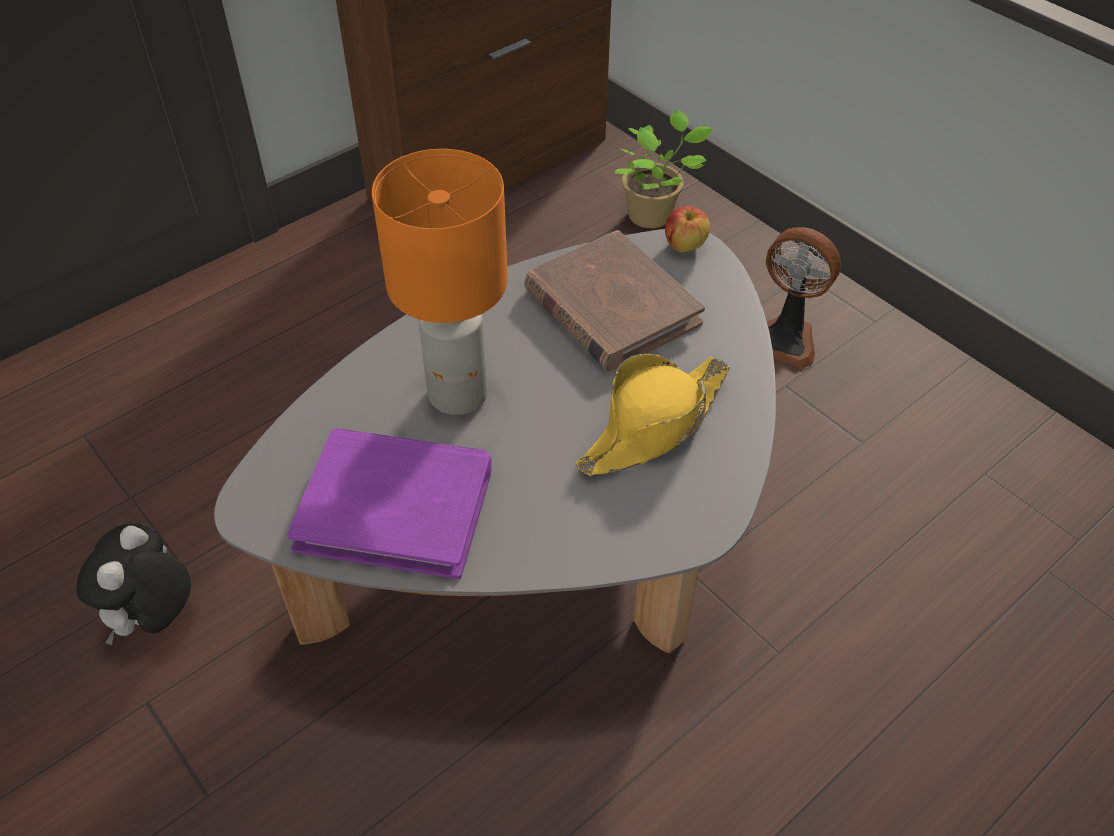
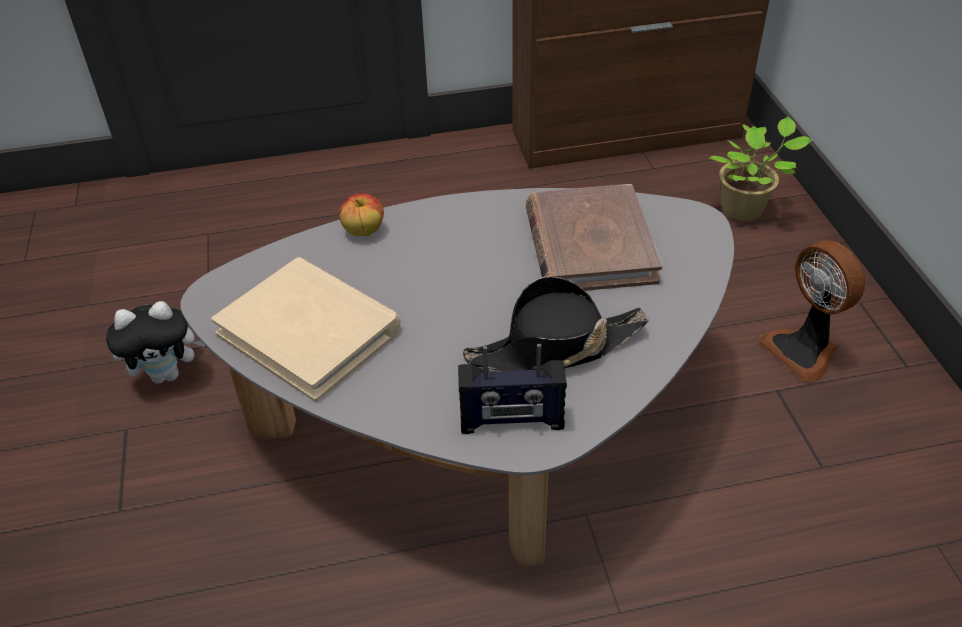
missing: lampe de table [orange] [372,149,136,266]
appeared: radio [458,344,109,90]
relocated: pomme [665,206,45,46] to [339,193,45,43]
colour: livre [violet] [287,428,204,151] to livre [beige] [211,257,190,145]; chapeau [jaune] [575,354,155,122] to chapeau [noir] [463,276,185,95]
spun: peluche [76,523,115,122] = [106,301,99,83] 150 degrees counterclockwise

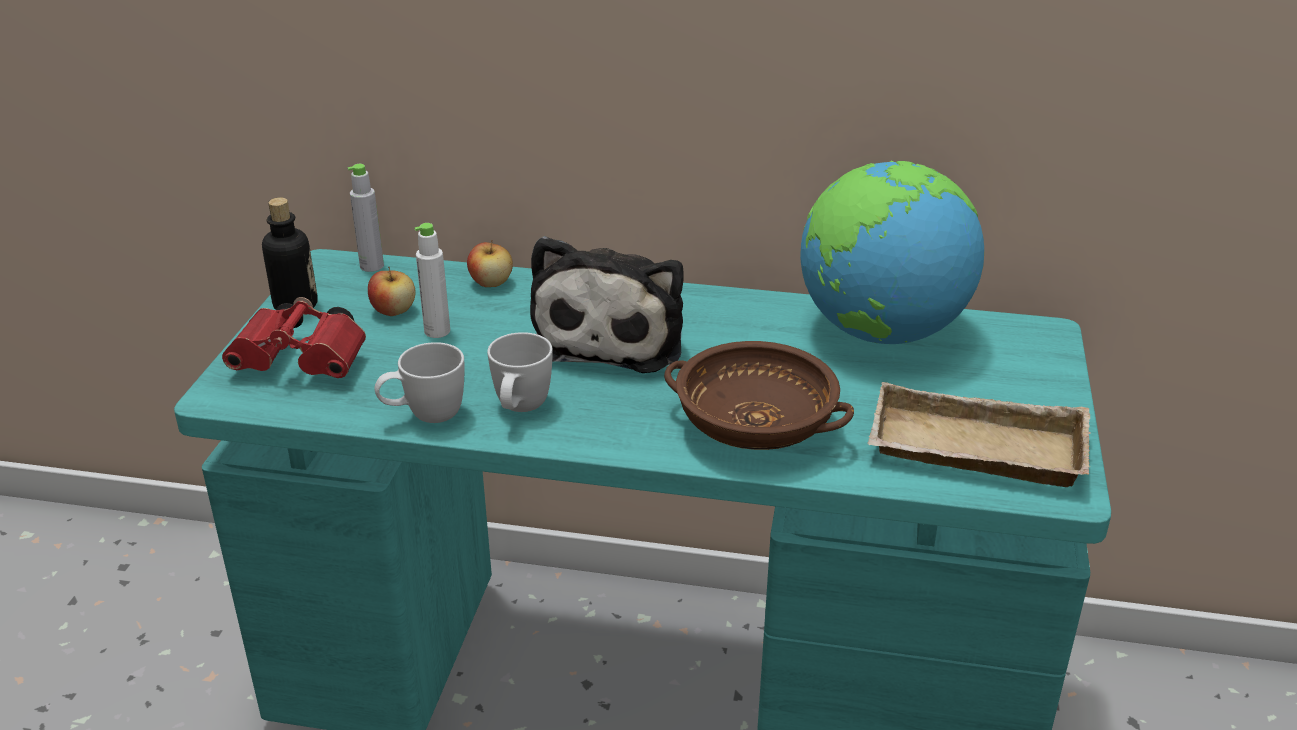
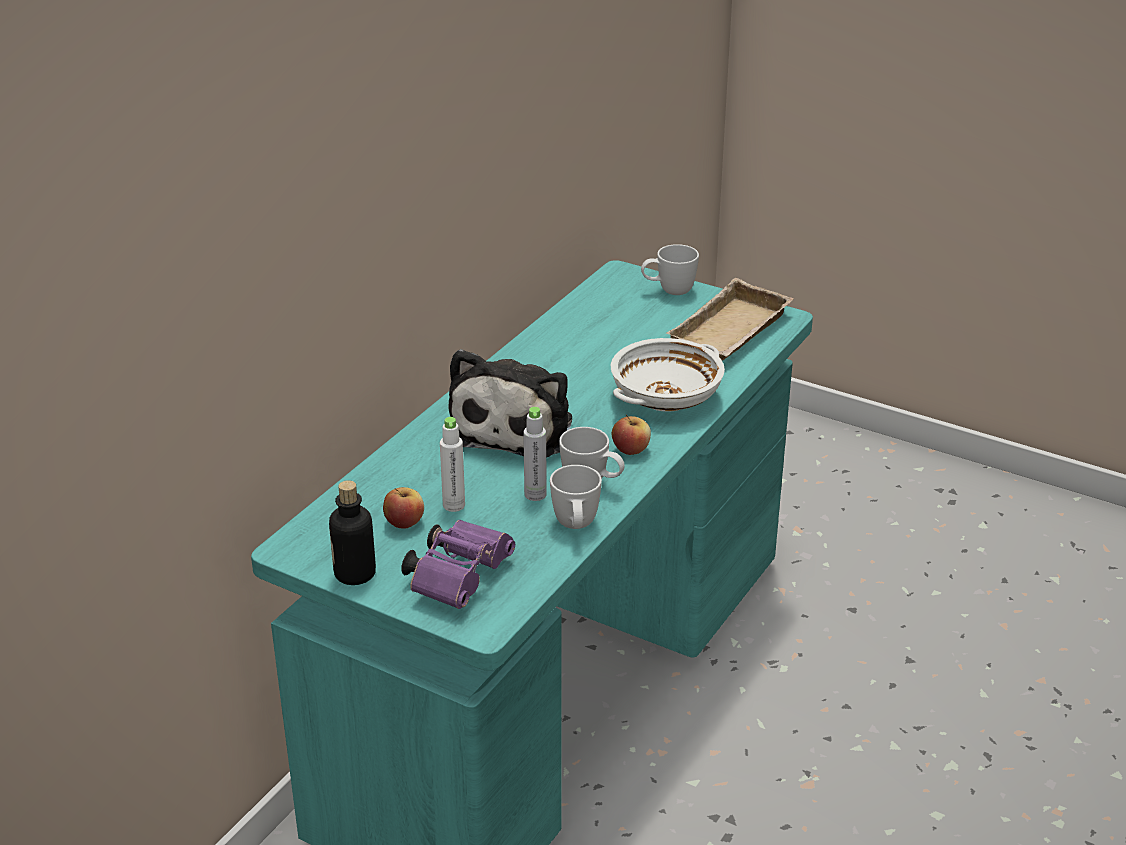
missing: globe [800,160,184,184]
appeared: mug [blanc] [641,244,58,51]
relocated: bouteille [gris] [348,164,36,108] to [523,407,24,94]; pomme [467,240,46,47] to [612,415,39,40]
colour: jumelles [rouge] [222,297,144,81] to jumelles [violet] [401,520,114,89]; bol [marron] [664,341,190,109] to bol [blanc] [611,338,114,74]
spun: peluche [530,236,154,137] = [449,349,123,109] 75 degrees clockwise

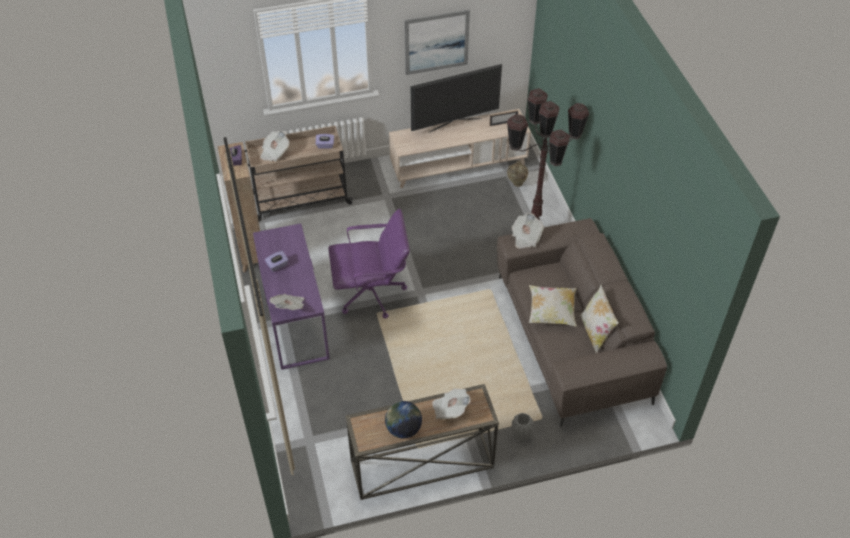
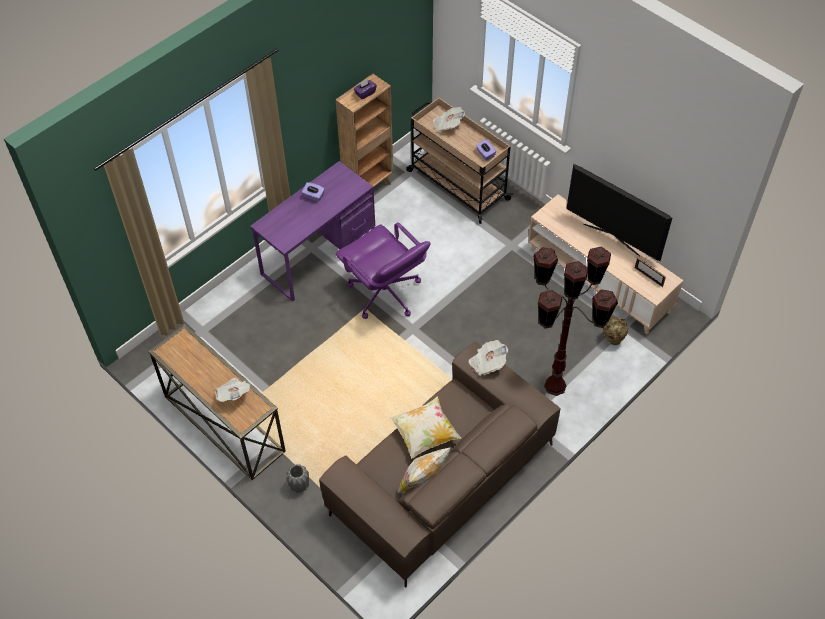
missing: journal [270,294,35,16]; globe [385,401,37,38]; tableau [404,10,66,65]

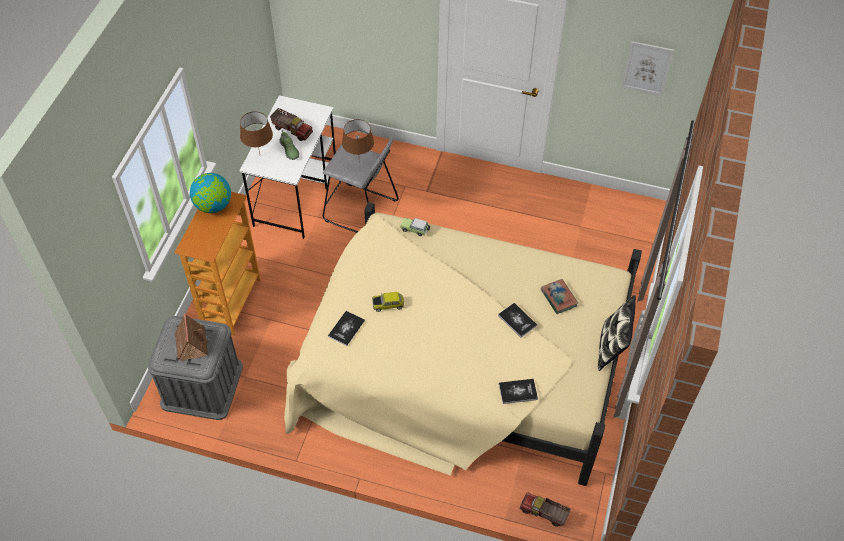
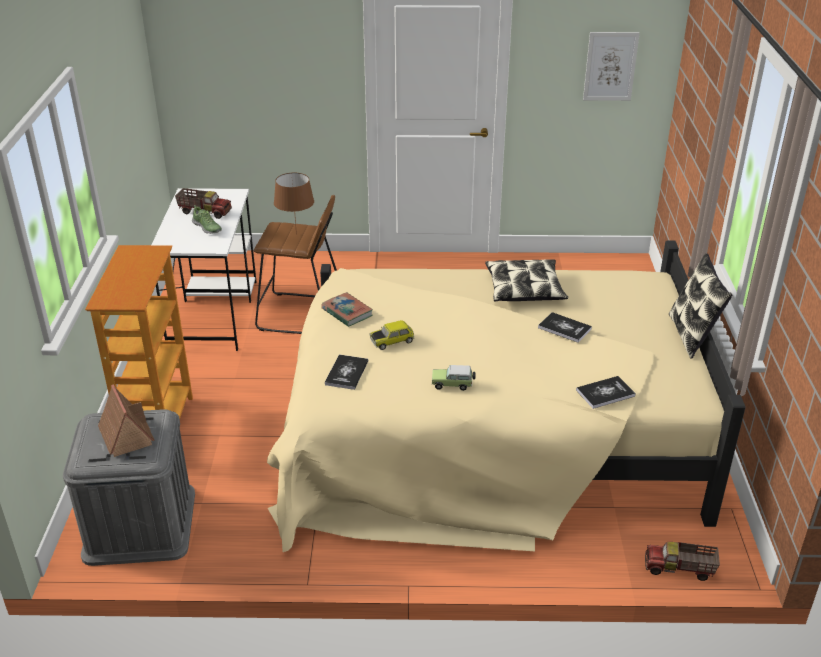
missing: globe [190,173,41,40]; lampe de table [marron] [240,111,33,43]
appeared: coussin [485,260,83,42]
relocated: petite voiture [400,218,30,18] to [432,365,44,26]; livre [541,279,37,35] to [321,292,52,35]
colour: tabouret [gris] [323,139,76,94] to tabouret [marron] [254,195,83,139]

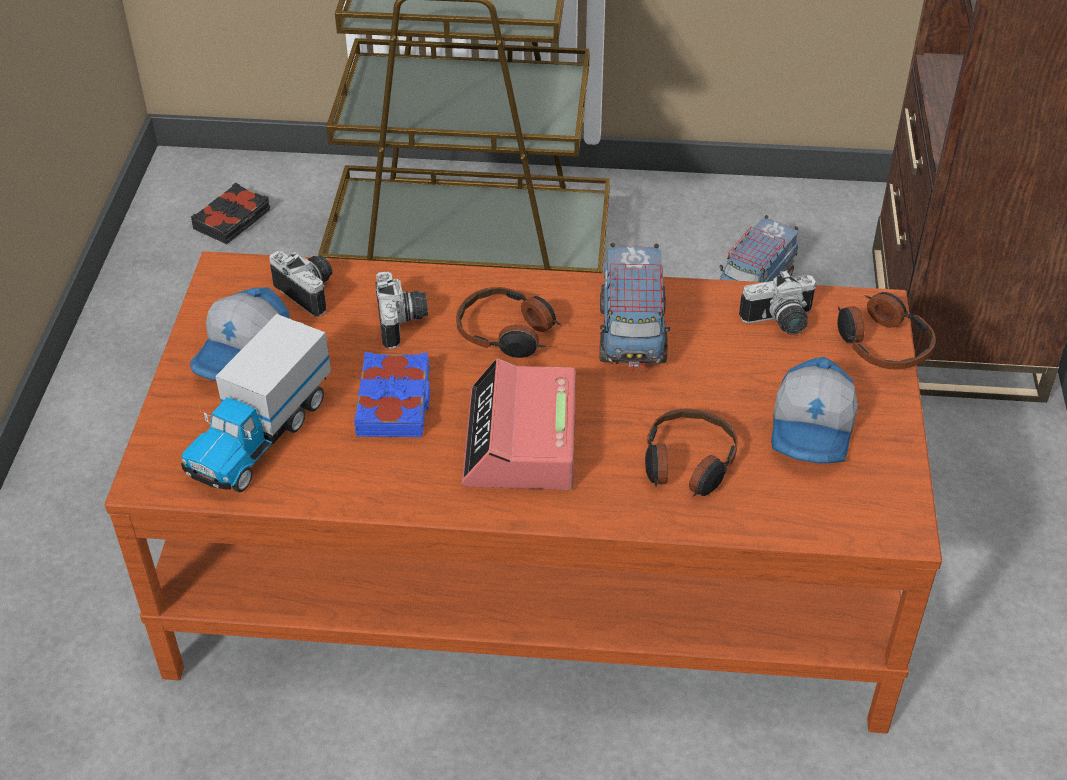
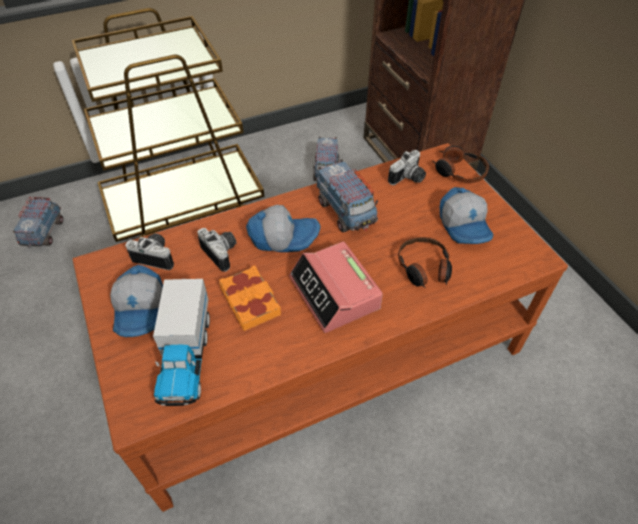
exchanged: livre [noir] [191,183,79,61] to camion jouet [13,197,50,51]; casque audio [456,287,106,71] to casquette [246,205,75,47]
colour: livre [bleu] [354,352,76,85] to livre [orange] [219,265,62,66]

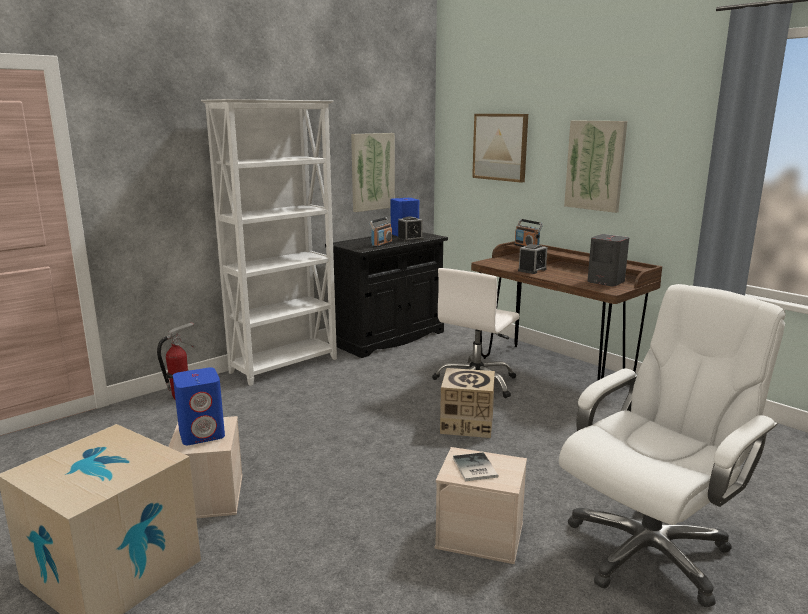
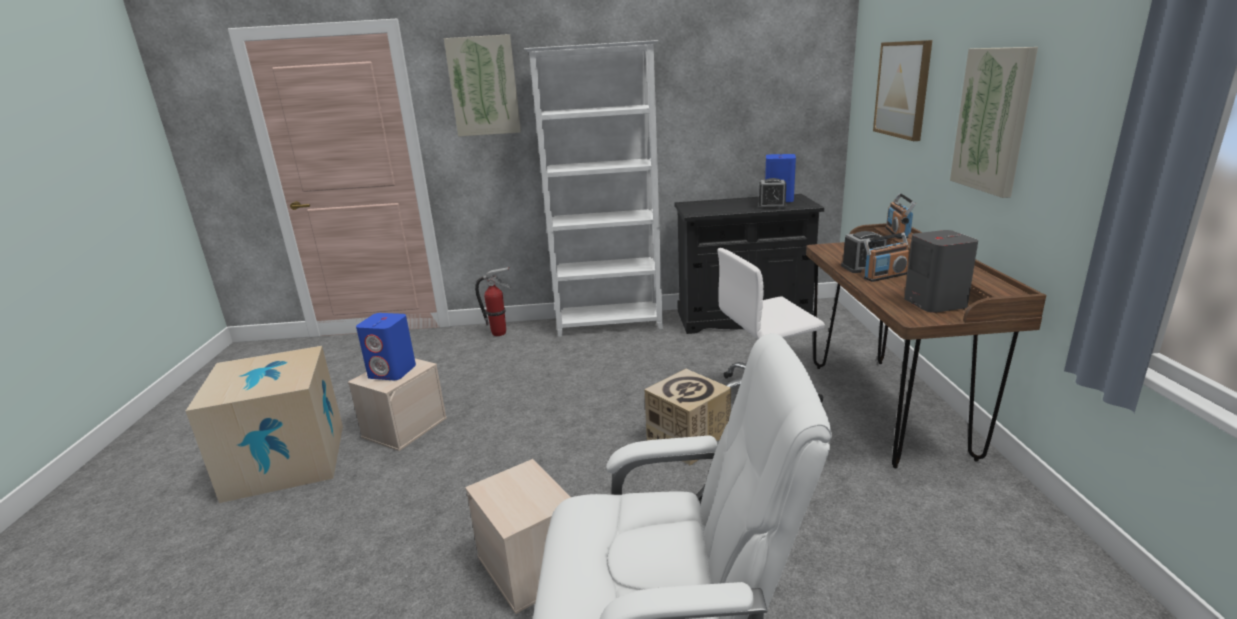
missing: livre [453,452,46,29]
relocated: tableau [351,133,44,79] to [444,34,77,103]; radio [369,217,23,30] to [864,232,46,50]

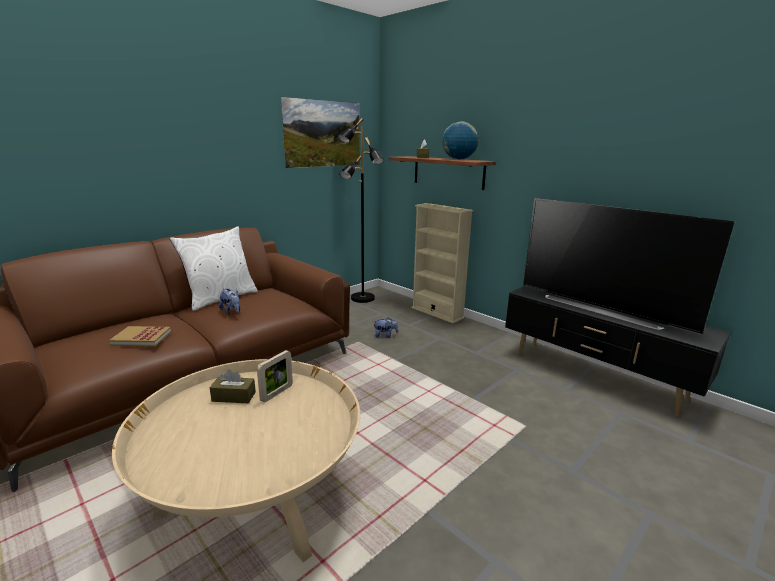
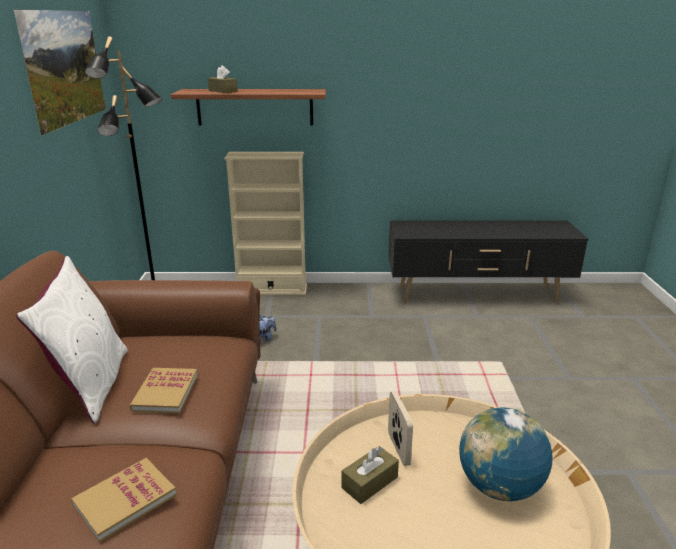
missing: téléviseur [523,198,212,137]
relocated: globe [442,121,37,39] to [459,407,94,94]
exchanged: peluche [219,289,21,26] to livre [129,368,69,45]

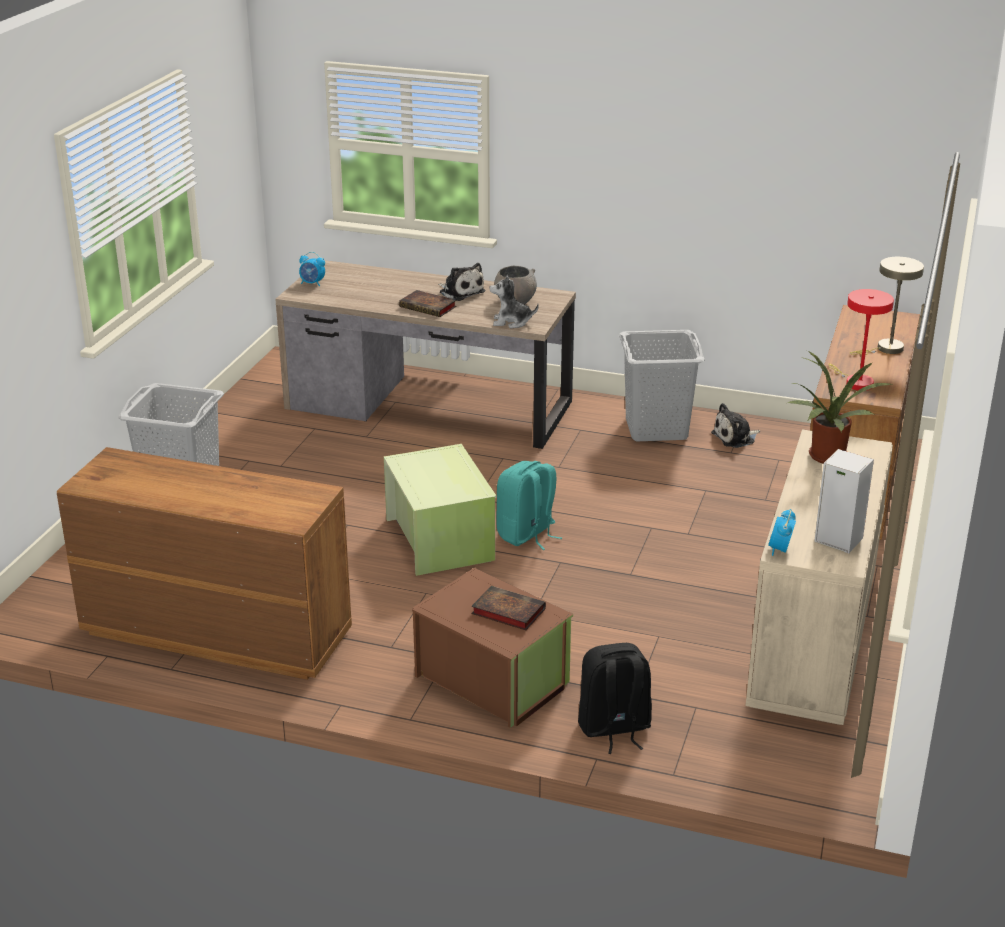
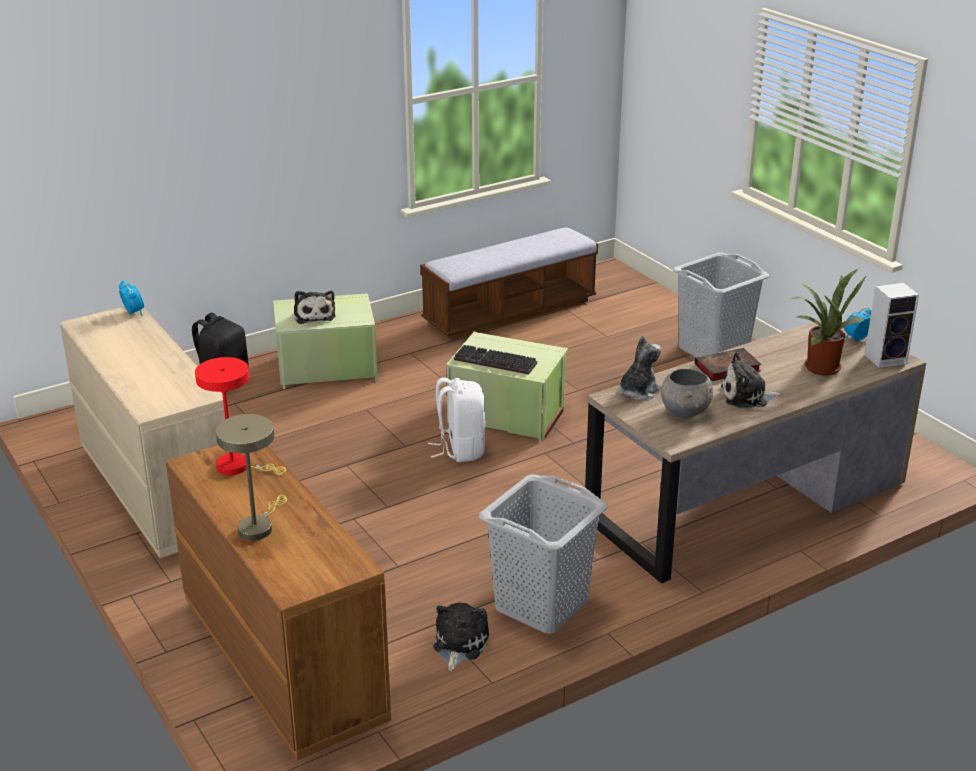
appeared: clavier [454,345,83,29]
relocated: plante en pot [787,351,105,113] to [791,268,76,108]; enceinte [814,449,60,104] to [865,283,54,85]
exchanged: commode [marron] [57,447,295,233] to banc [420,227,178,113]; livre [471,586,75,44] to peluche [294,291,42,33]
colour: boîte de rangement [marron] [412,567,161,161] to boîte de rangement [vert] [273,294,105,95]; sac à dos [turquoise] [497,461,65,89] to sac à dos [blanc] [428,377,58,85]

